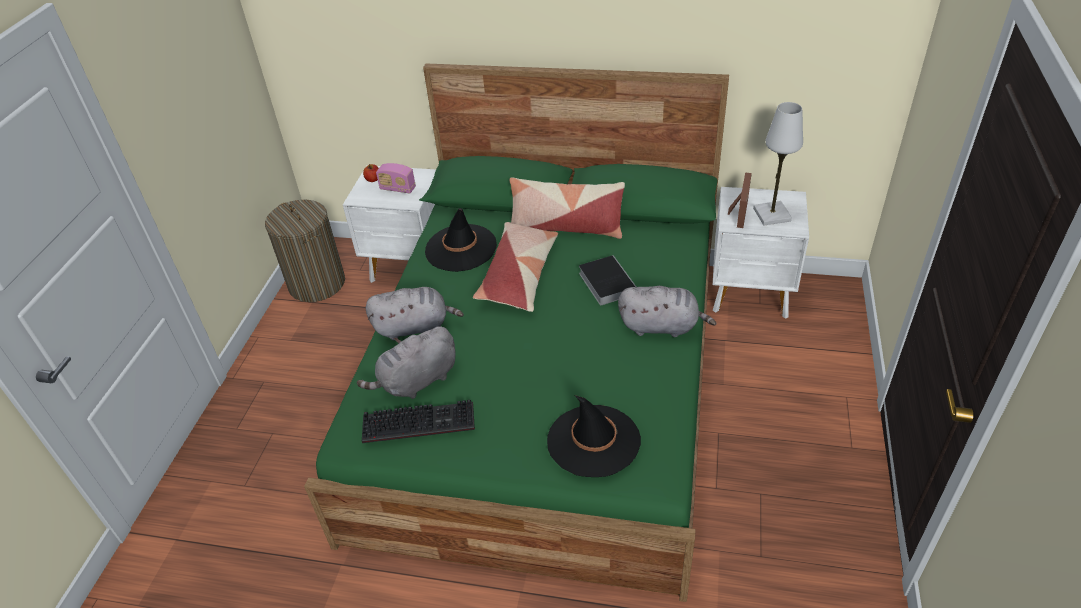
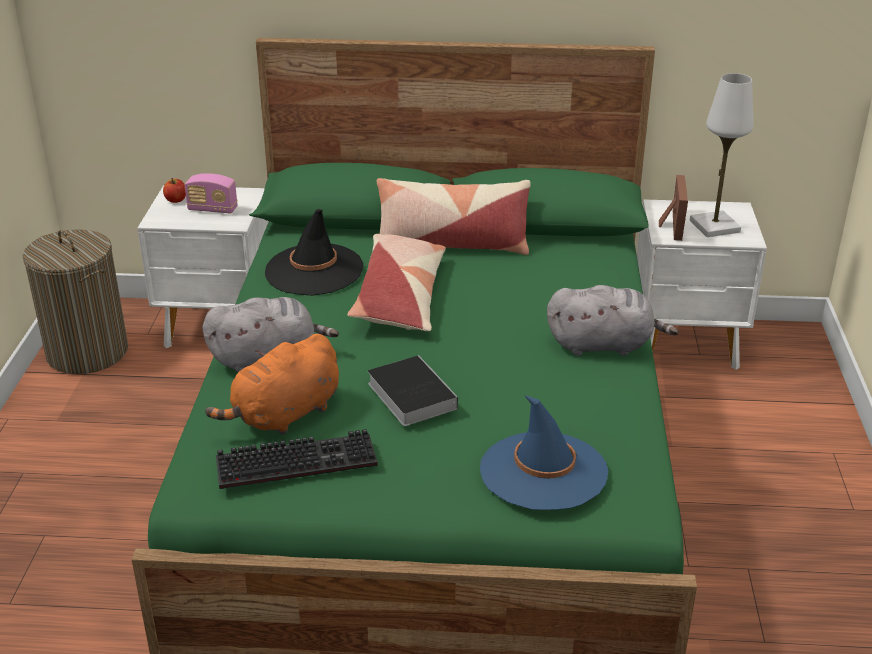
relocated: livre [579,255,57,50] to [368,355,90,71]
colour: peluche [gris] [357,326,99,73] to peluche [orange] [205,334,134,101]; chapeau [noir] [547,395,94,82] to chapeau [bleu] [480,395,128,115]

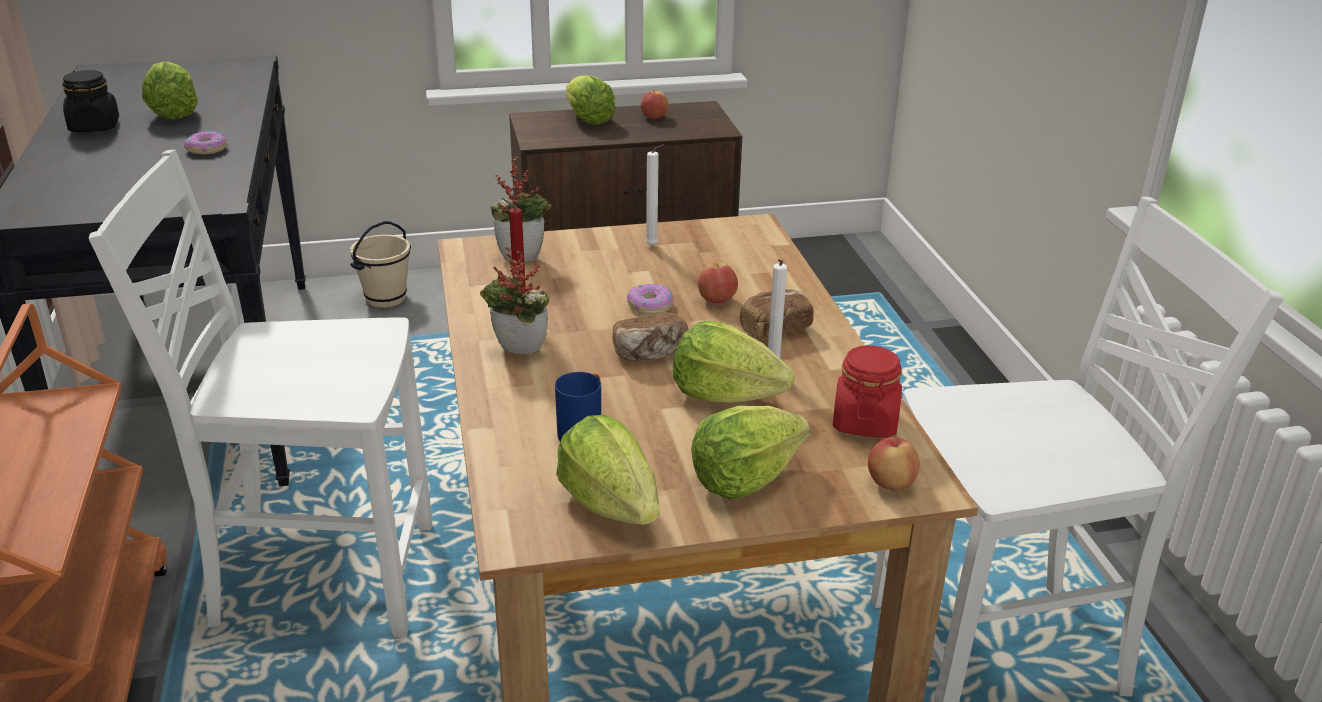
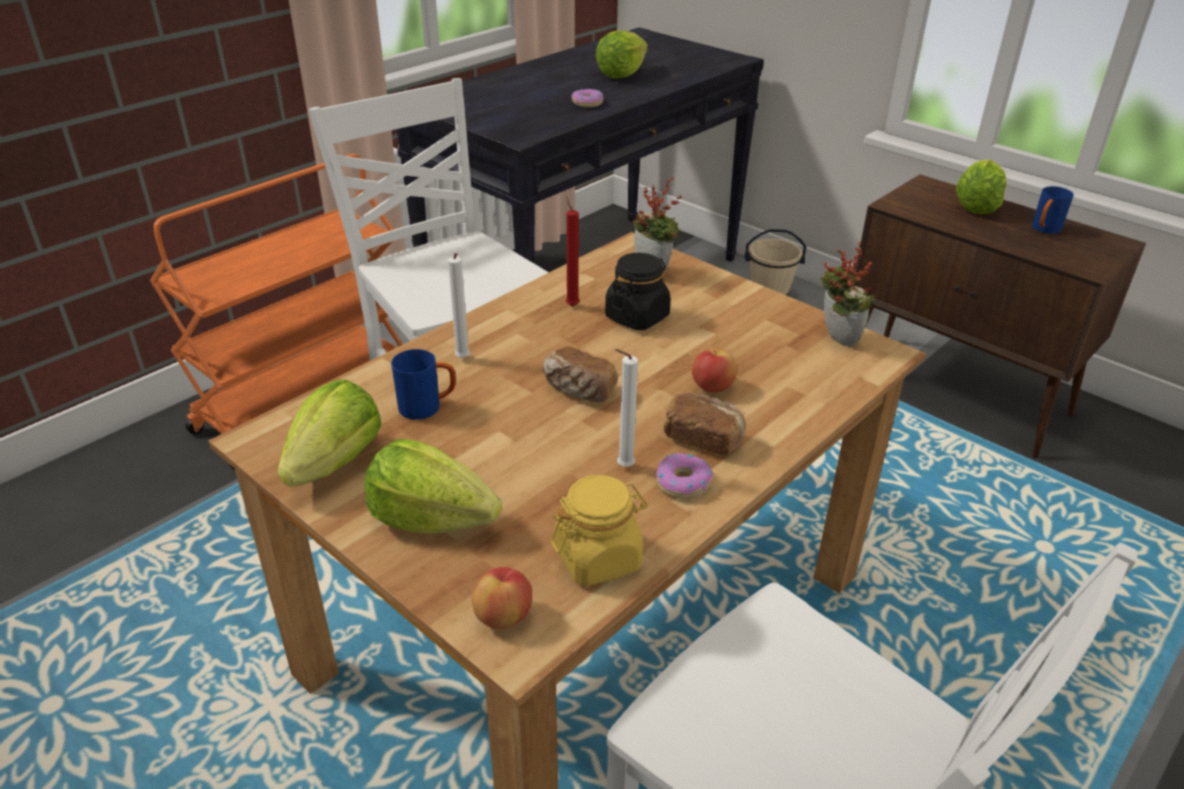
missing: laitue [673,321,122,82]
relocated: bocal [noir] [62,70,57,62] to [605,253,66,77]; plante en pot [480,247,69,107] to [821,242,53,105]; beignet [627,284,47,31] to [656,453,57,46]; bougie [blanc] [645,144,19,102] to [448,253,22,106]
exchanged: pomme [641,91,28,28] to mug [bleu] [1032,186,42,48]
colour: bocal [rouge] [833,345,69,93] to bocal [jaune] [551,475,97,111]

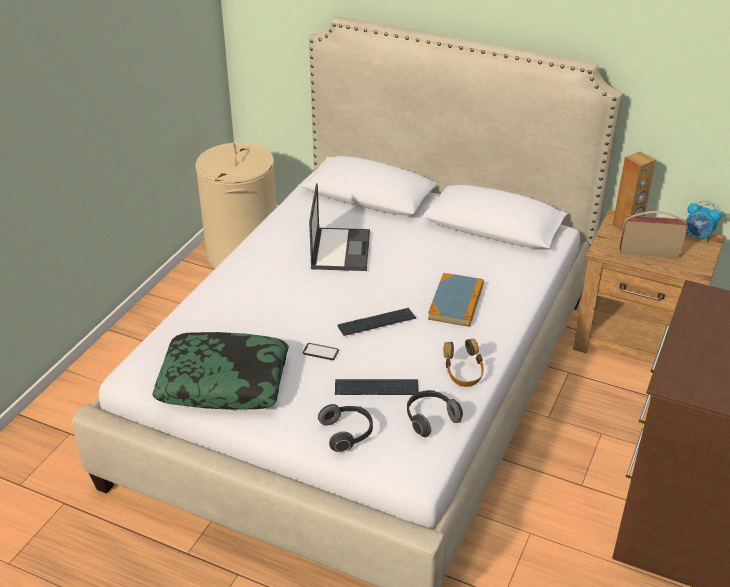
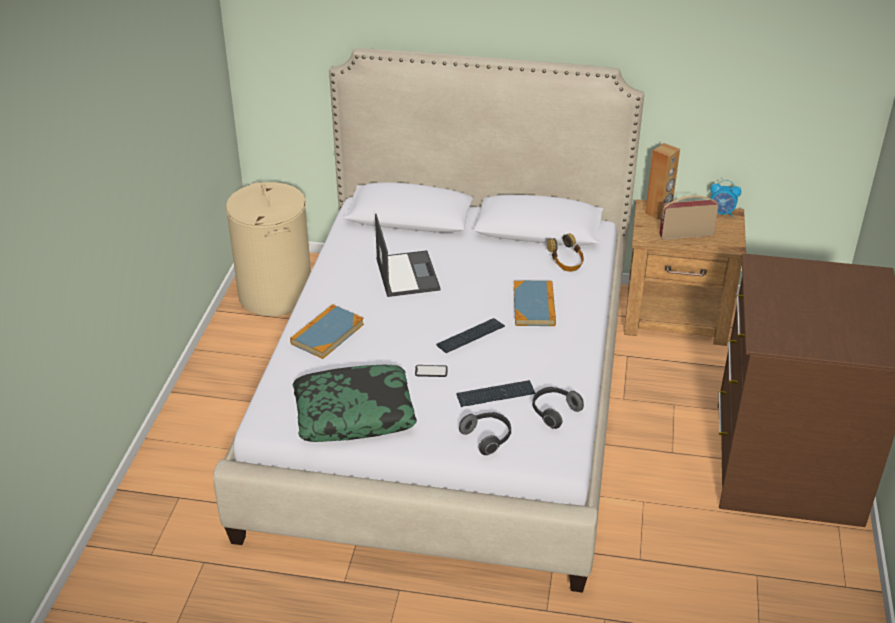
appeared: livre [290,304,74,55]
relocated: casque audio [444,338,40,49] to [547,233,37,39]

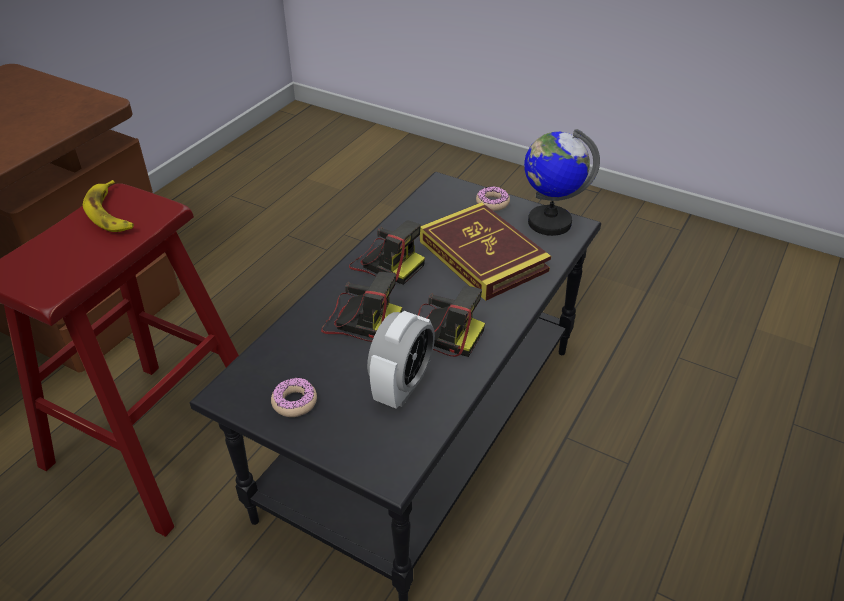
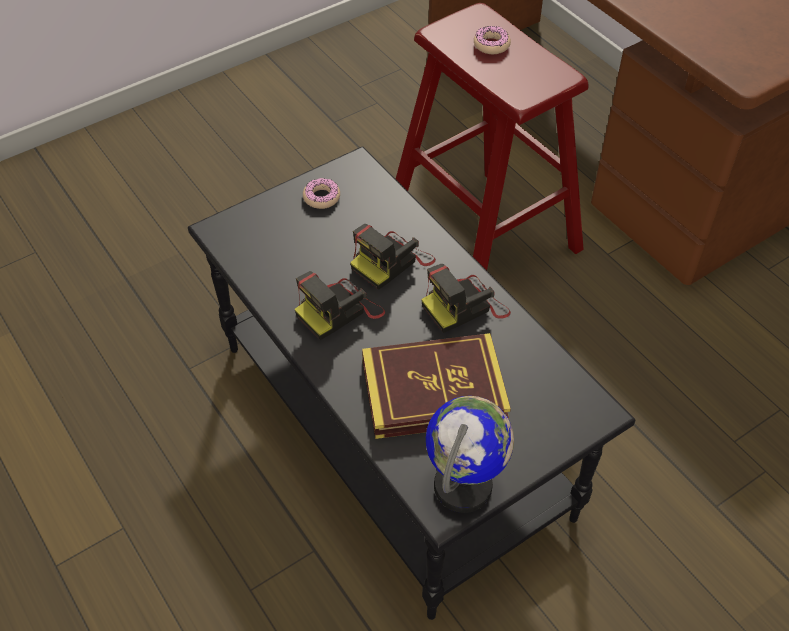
missing: banane [83,180,51,52]; réveil [367,311,68,98]
relocated: beignet [476,186,34,25] to [474,26,37,28]

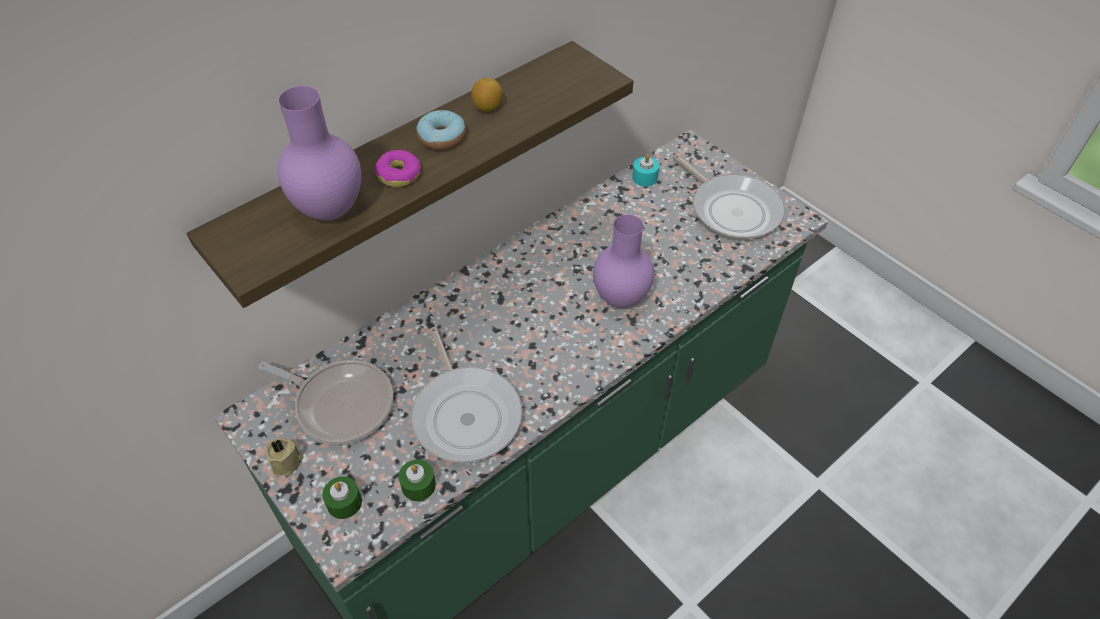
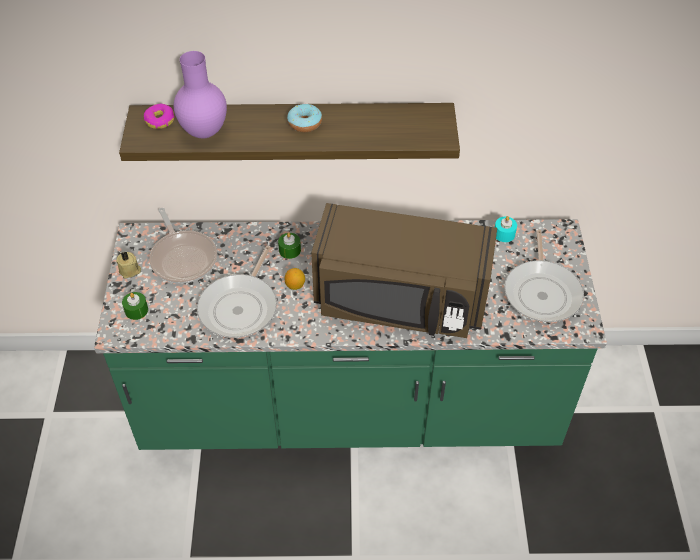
relocated: beignet [375,150,46,37] to [144,104,31,25]; bougie [vert] [399,460,37,41] to [278,232,23,27]; citron [471,78,32,34] to [284,268,21,22]
exchanged: vase [violet] [593,214,61,94] to micro-ondes [marron] [311,203,186,135]

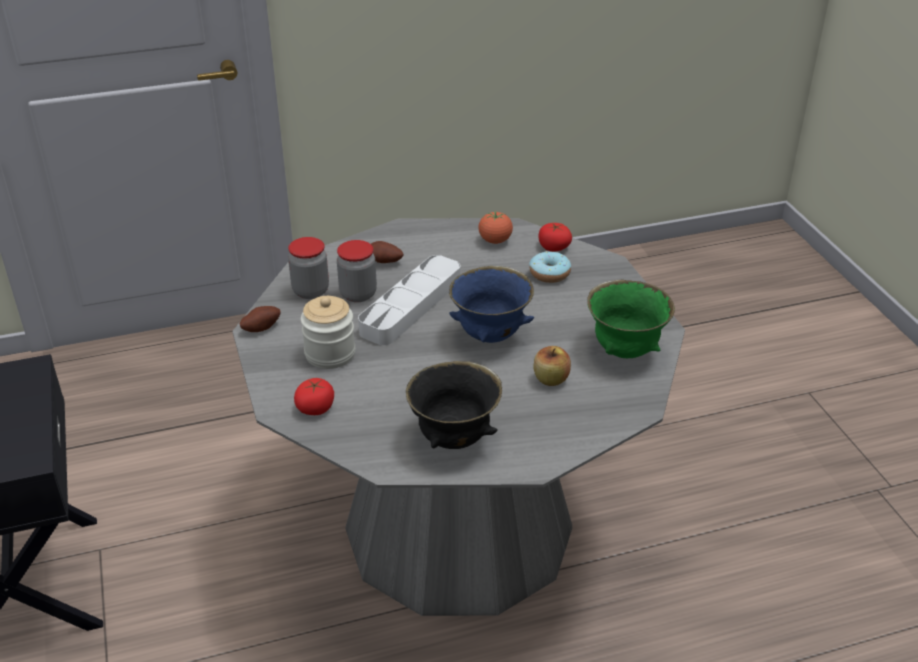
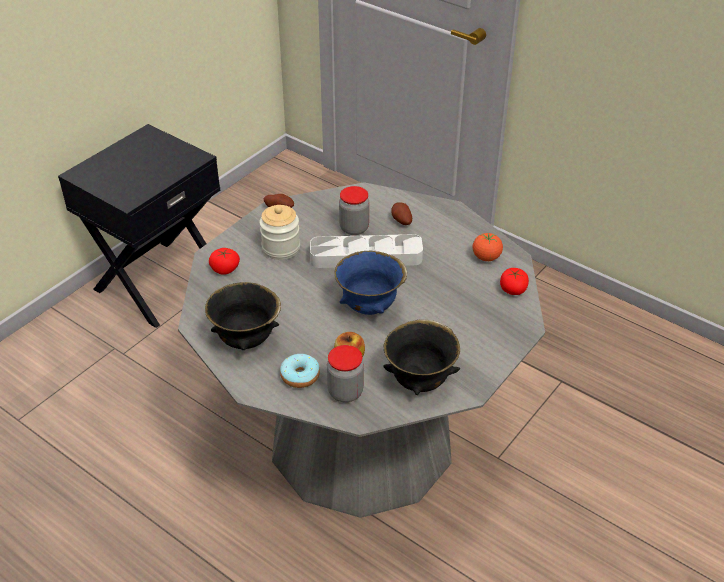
relocated: bocal [288,237,41,62] to [327,345,37,57]; beignet [529,251,42,32] to [280,354,40,34]
colour: bol [vert] [587,280,88,78] to bol [noir] [383,320,77,75]

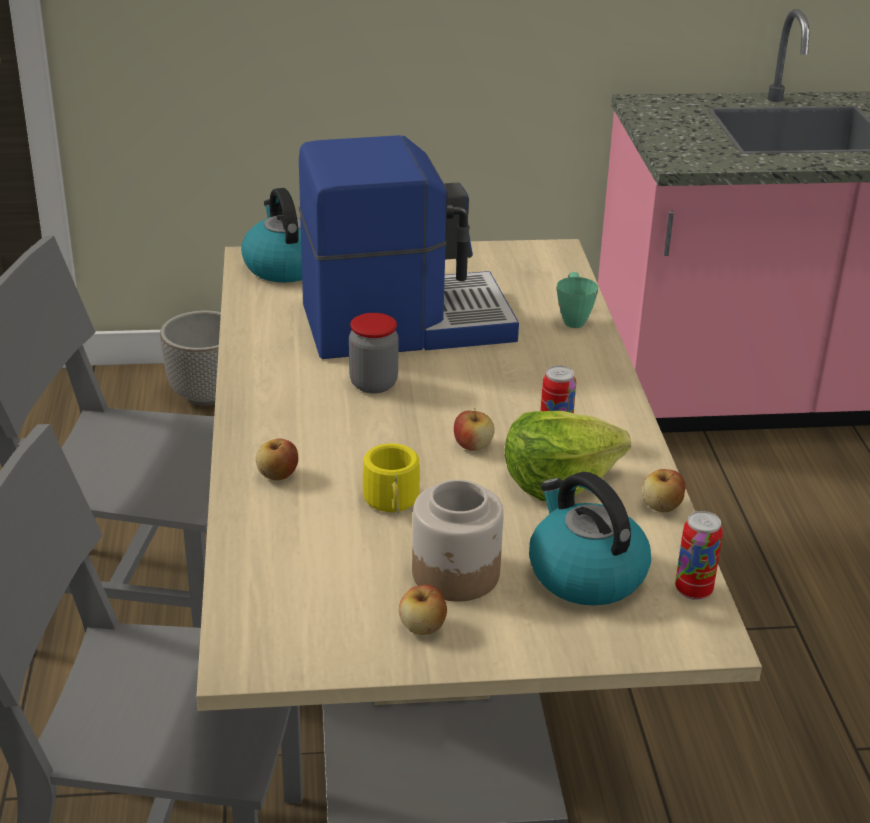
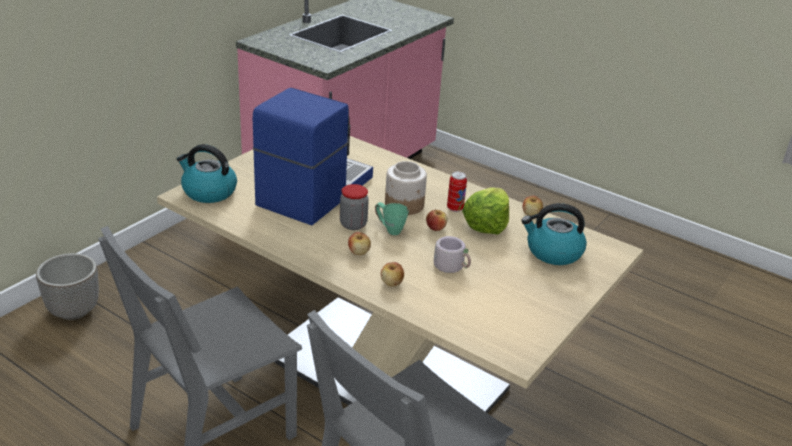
missing: boîte métallique [675,511,48,89]
relocated: pomme [399,585,48,50] to [348,232,23,23]; bocal [412,480,92,122] to [385,161,42,54]; mug [vert] [557,272,41,56] to [375,202,34,33]
colour: mug [jaune] [363,443,60,70] to mug [gris] [434,236,37,37]

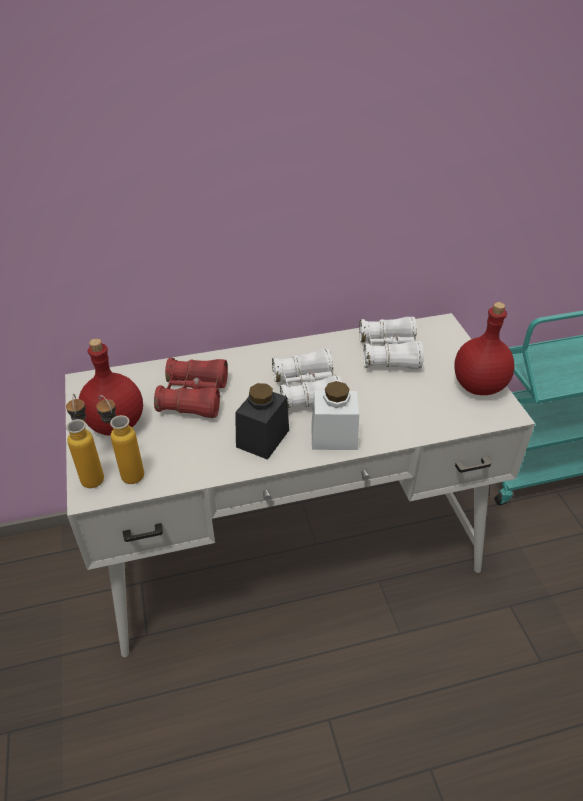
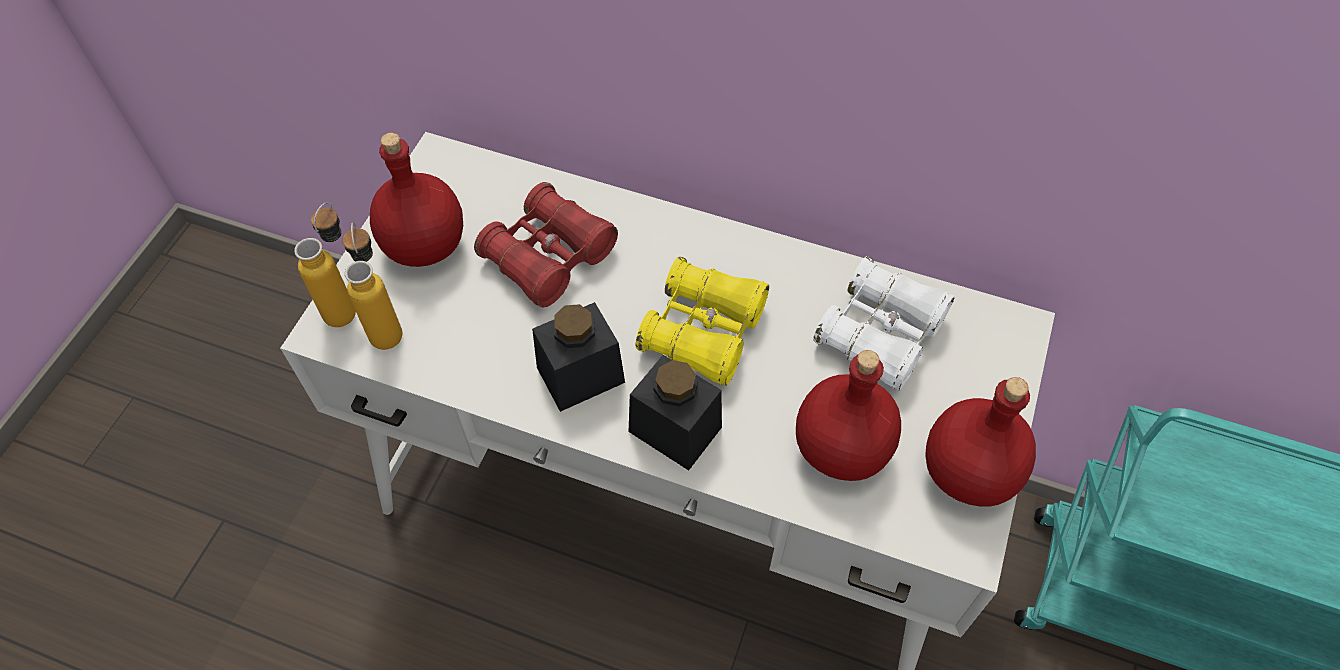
appeared: bouteille [rouge] [796,350,105,131]
colour: jumelles [blanc] [272,349,70,61] to jumelles [jaune] [636,257,133,129]; bocal [blanc] [311,381,48,69] to bocal [noir] [629,355,93,115]

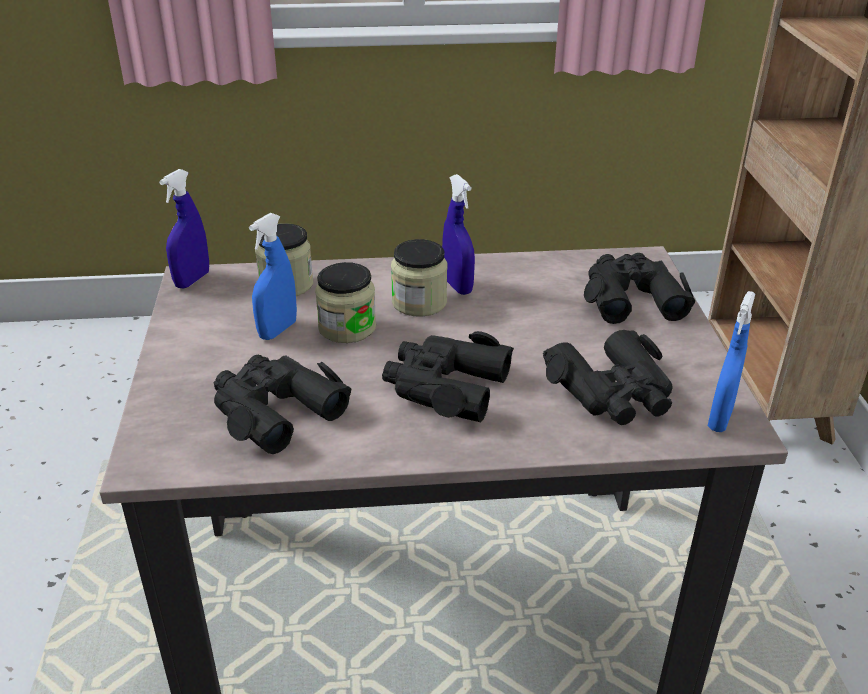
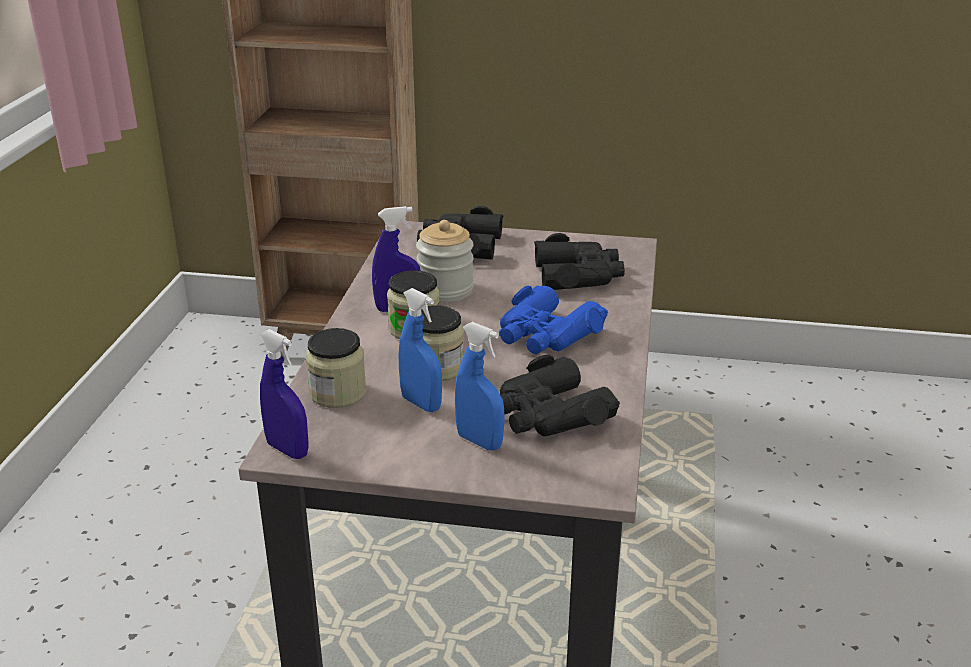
appeared: bocal [416,220,58,82]
relocated: vaporisateur [bleu] [708,291,47,141] to [455,322,50,129]
colour: jumelles [noir] [382,331,132,91] to jumelles [bleu] [499,285,109,69]

